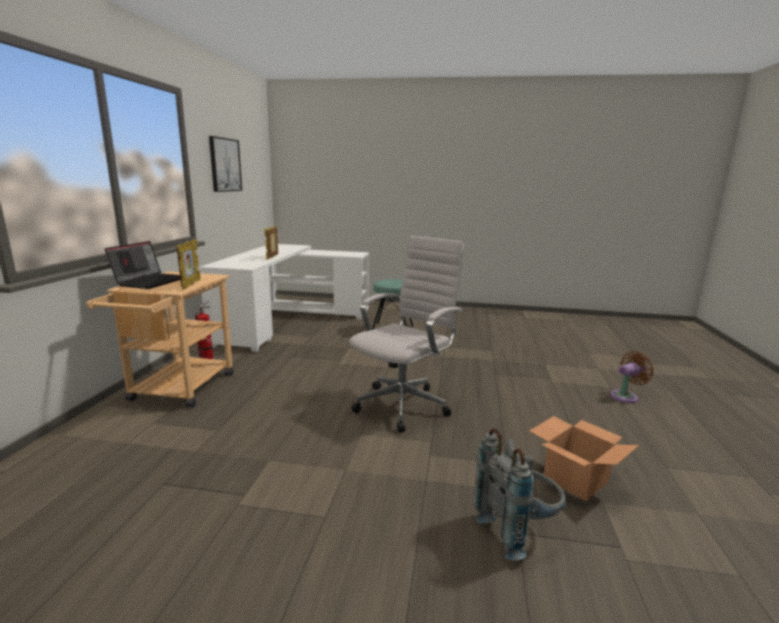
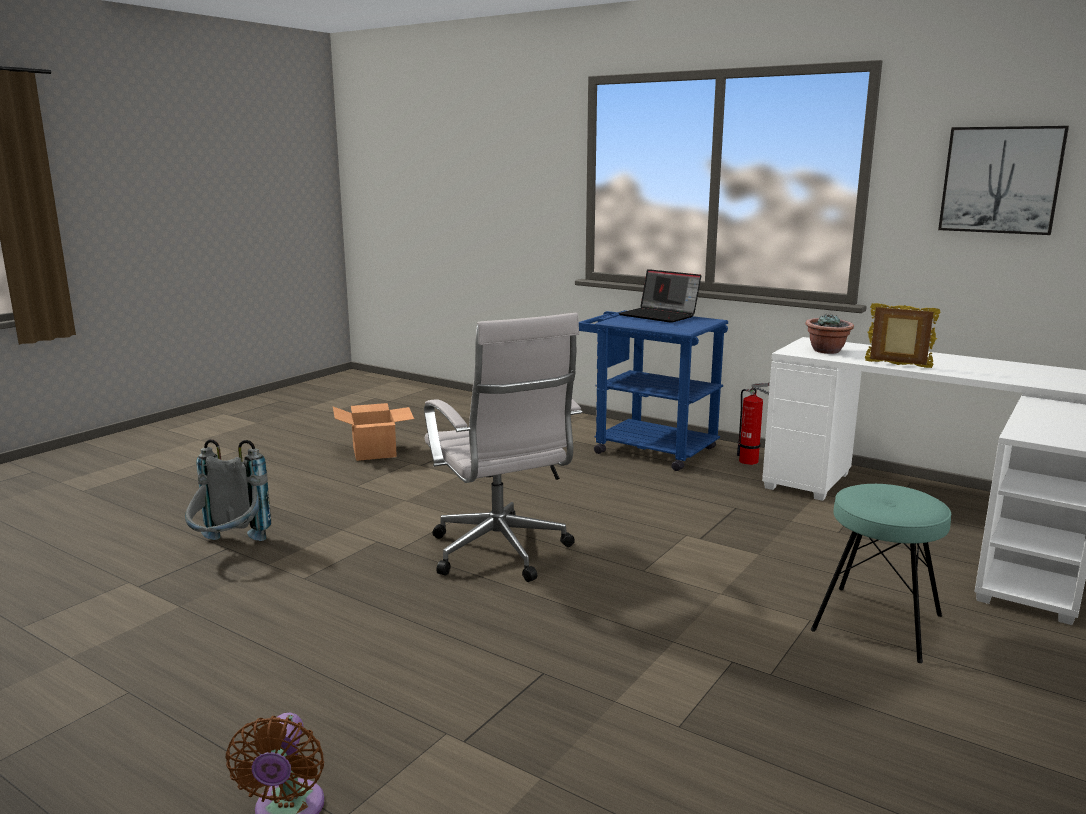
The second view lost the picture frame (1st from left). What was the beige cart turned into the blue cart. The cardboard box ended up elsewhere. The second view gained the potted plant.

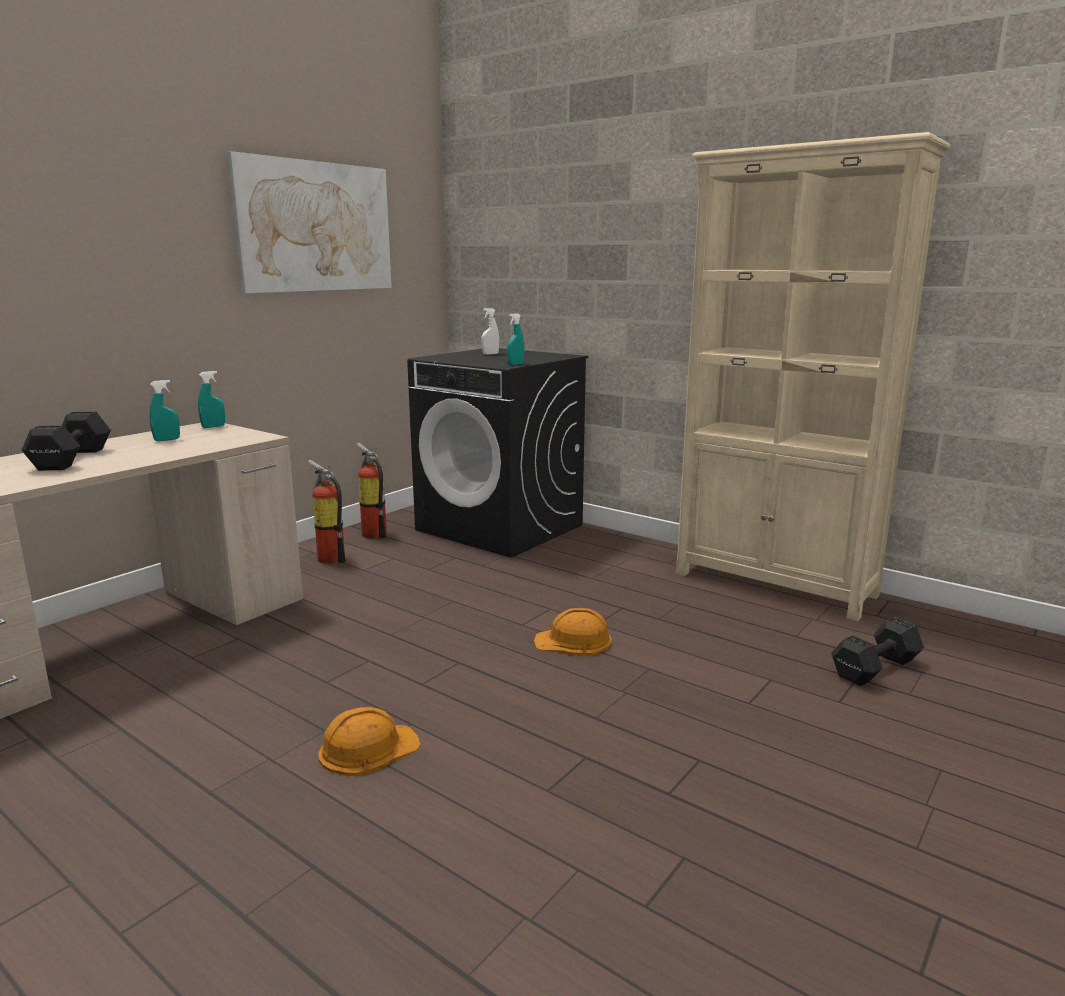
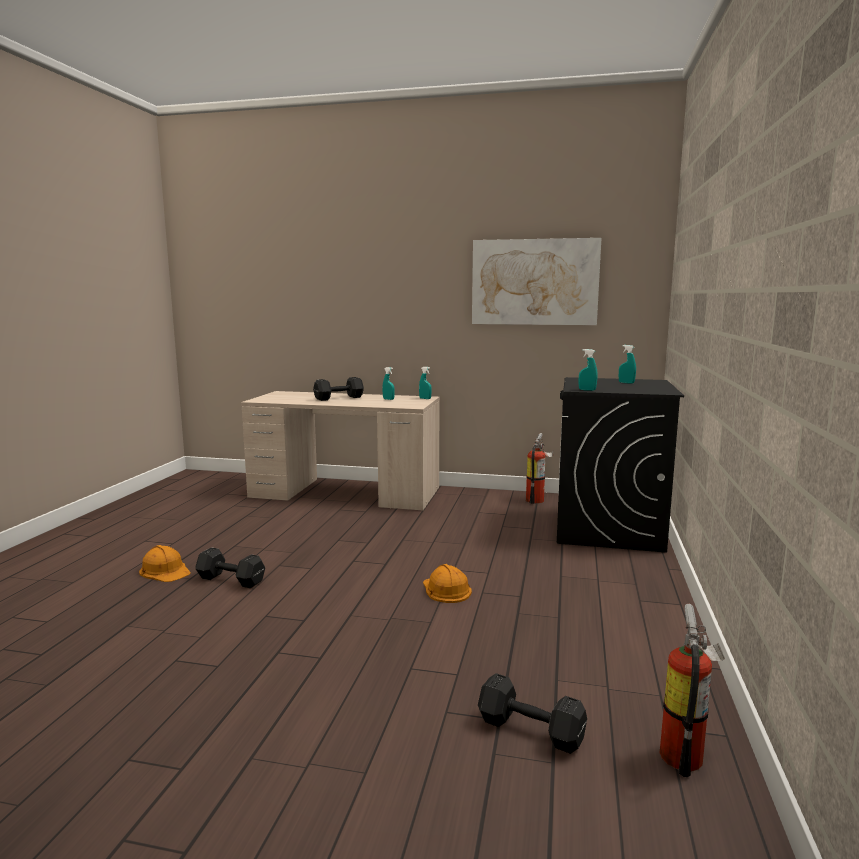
The second view lost the beige bookcase. What was the white spray bottle turned into the turquoise spray bottle (4th from left). The fire extinguisher (1st from left in the first image) ended up elsewhere. The orange hard hat (1st from left) ended up elsewhere. The second view gained the black dumbbell (1st from left).

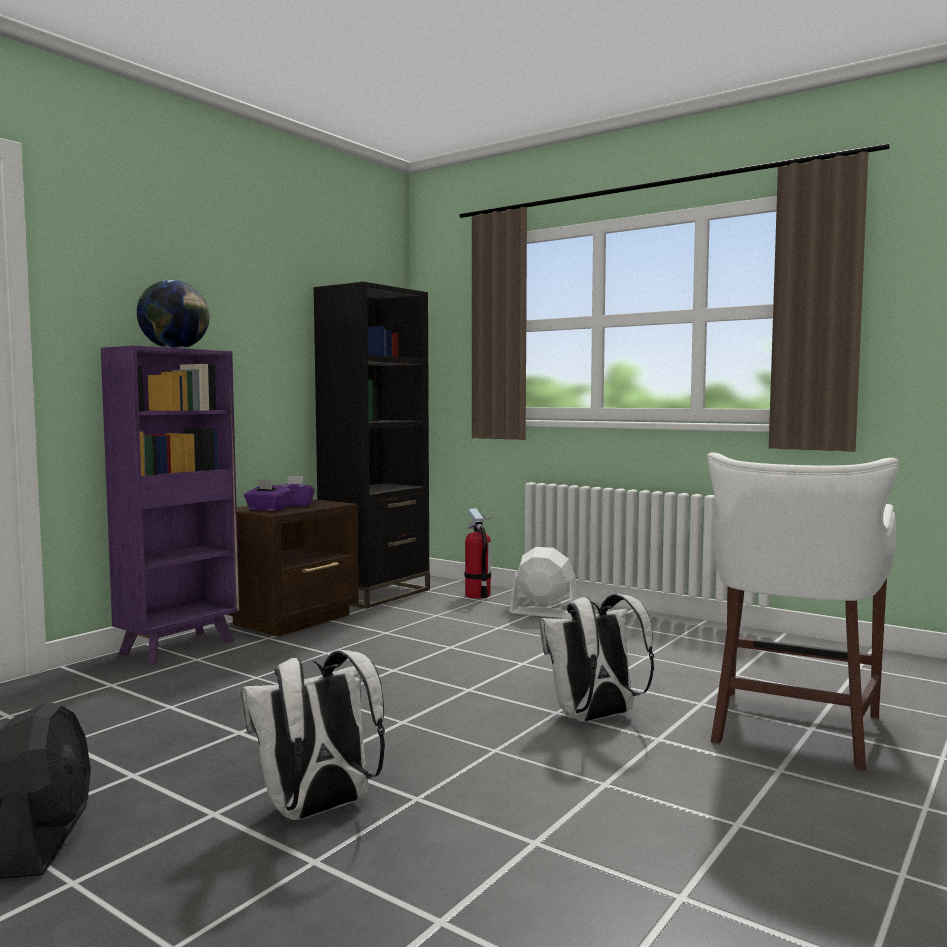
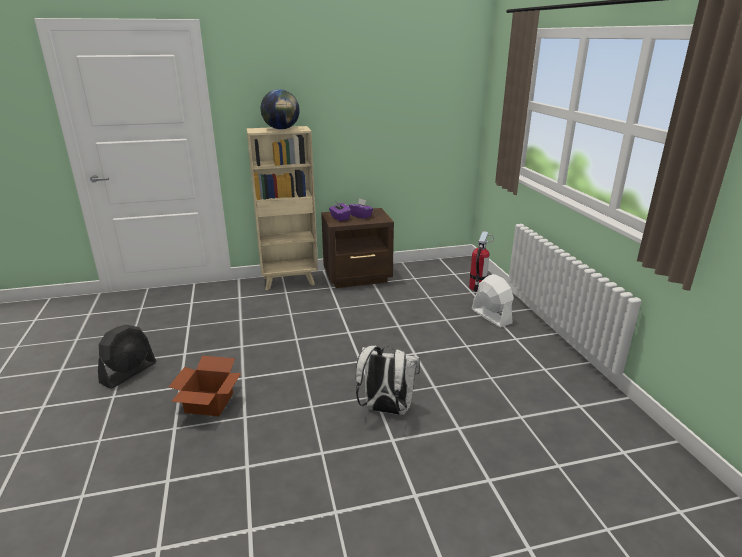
The second view lost the black bookcase. What was the purple bookcase turned into the beige bookcase. The second view lost the white stool. Where the white backpack (1st from left) stood, the cardboard box came to stand.

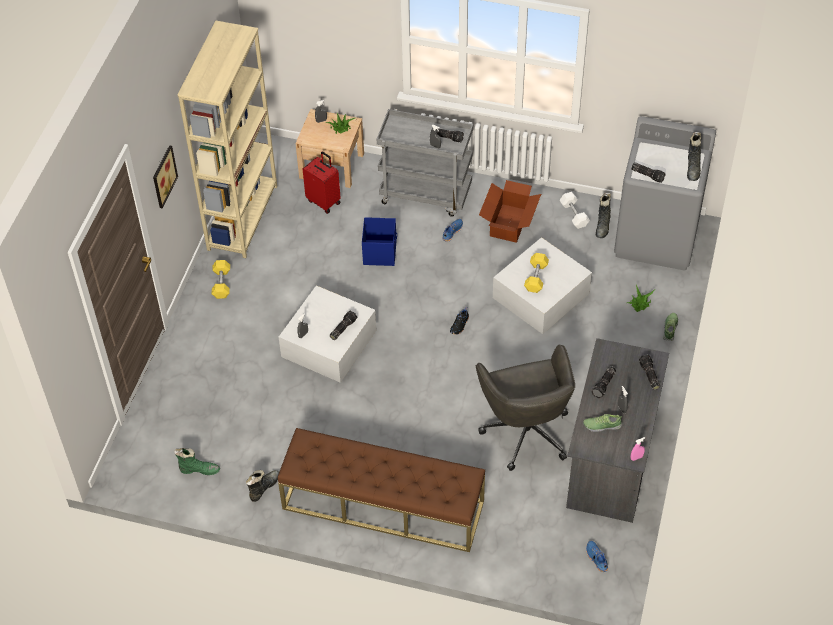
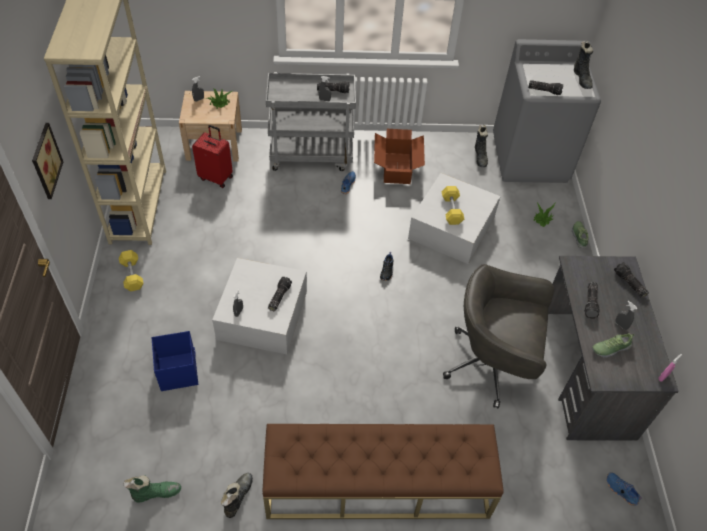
The second view lost the white dumbbell. The blue storage box ended up elsewhere. The grey office chair ended up facing another way, 135 degrees clockwise from before.

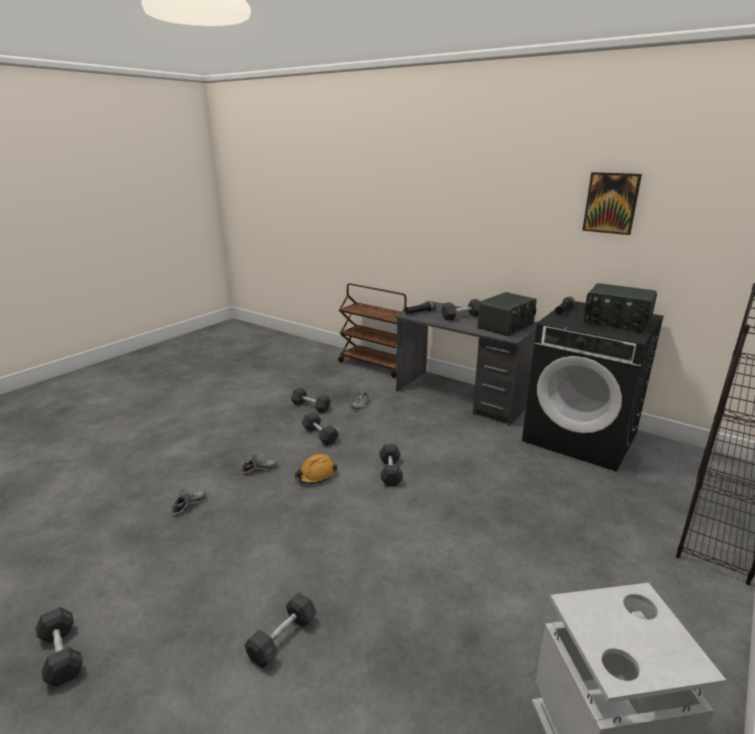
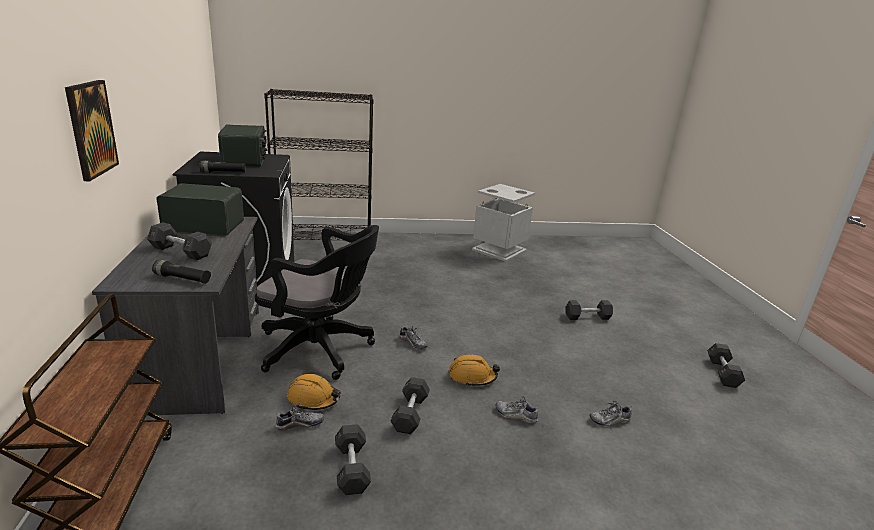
The picture ended up elsewhere. Where the grey dumbbell (5th from left) stood, the shoe (2nd from left) came to stand. The second view gained the black office chair. The second view gained the orange hard hat (1st from left).

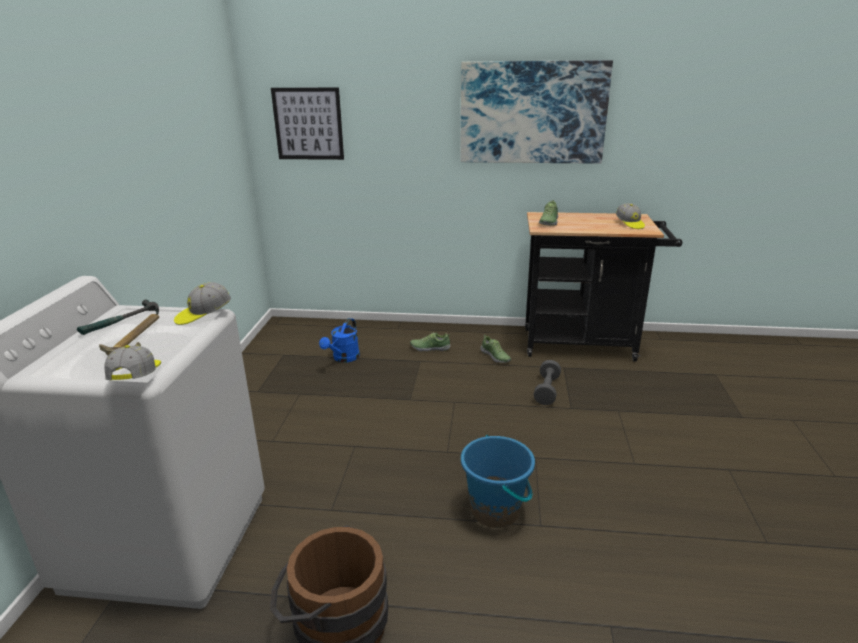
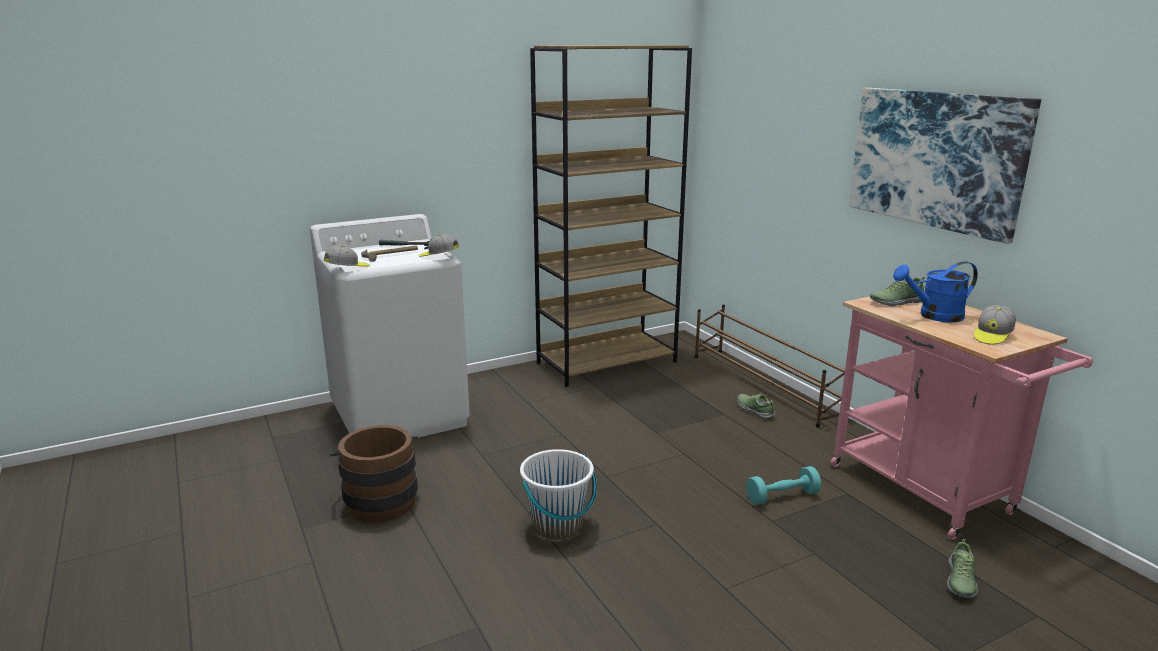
The second view lost the picture (1st from left). What was the black cart turned into the pink cart. The blue watering can ended up elsewhere. The shoe (2nd from left in the first image) ended up elsewhere. What was the grey dumbbell turned into the turquoise dumbbell. What was the blue bucket turned into the white bucket. The second view gained the brown bookcase. The second view gained the brown shoe rack.

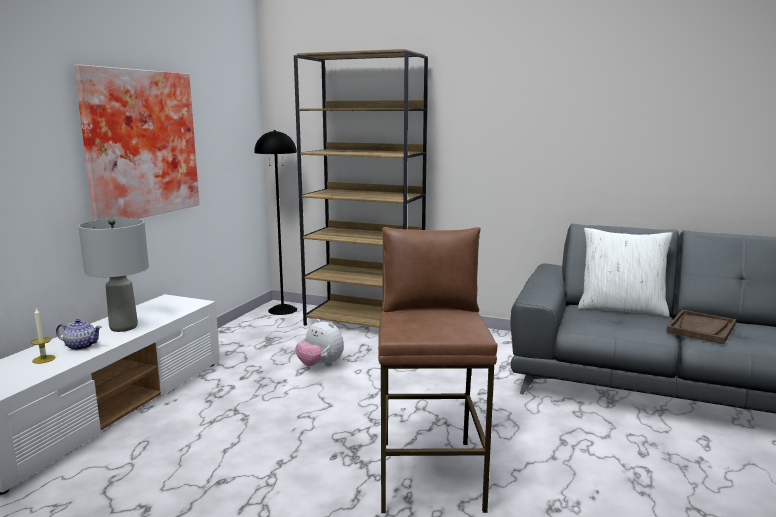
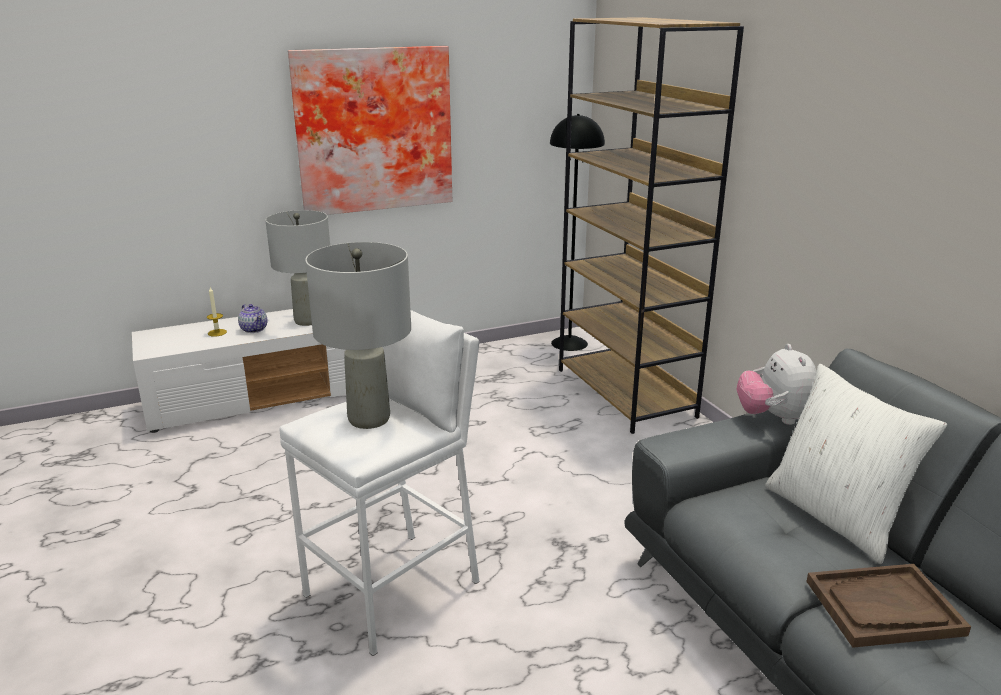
What was the brown stool turned into the white stool. The plush toy ended up elsewhere. The second view gained the grey table lamp (2nd from left).

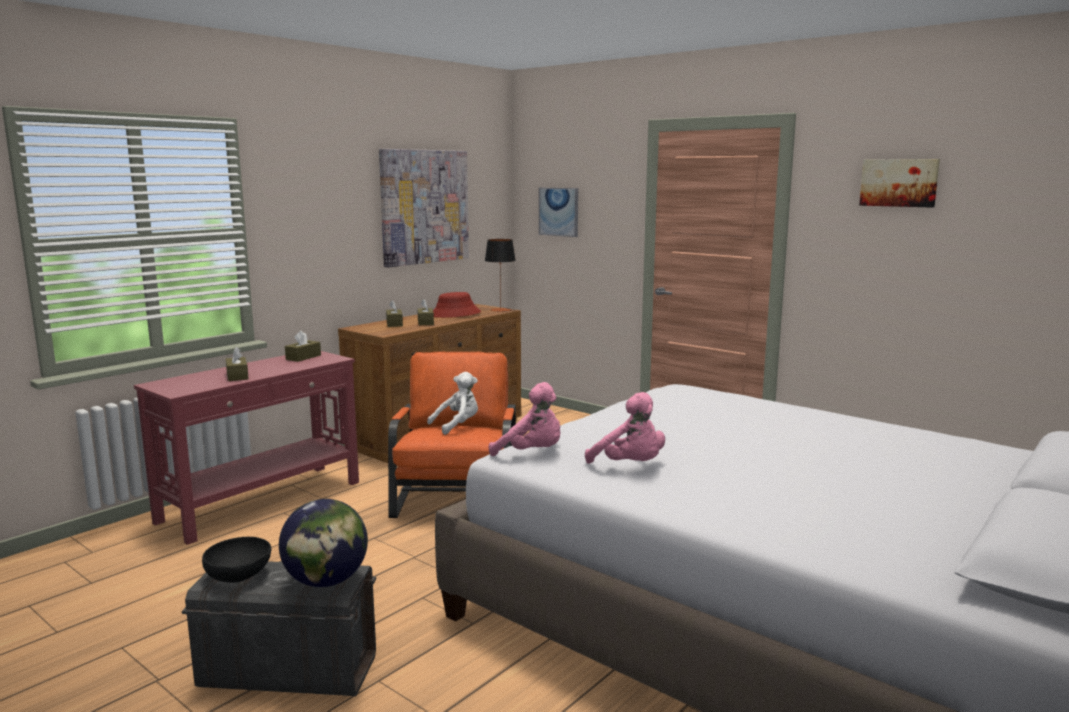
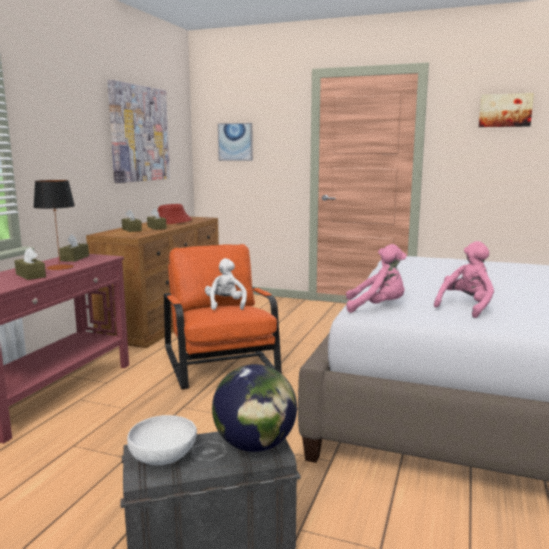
The table lamp ended up elsewhere. The white plush toy ended up facing another way, 45 degrees counterclockwise from before. The pink plush toy (2nd from left) ended up facing another way, 75 degrees counterclockwise from before. What was the black bowl turned into the white bowl.

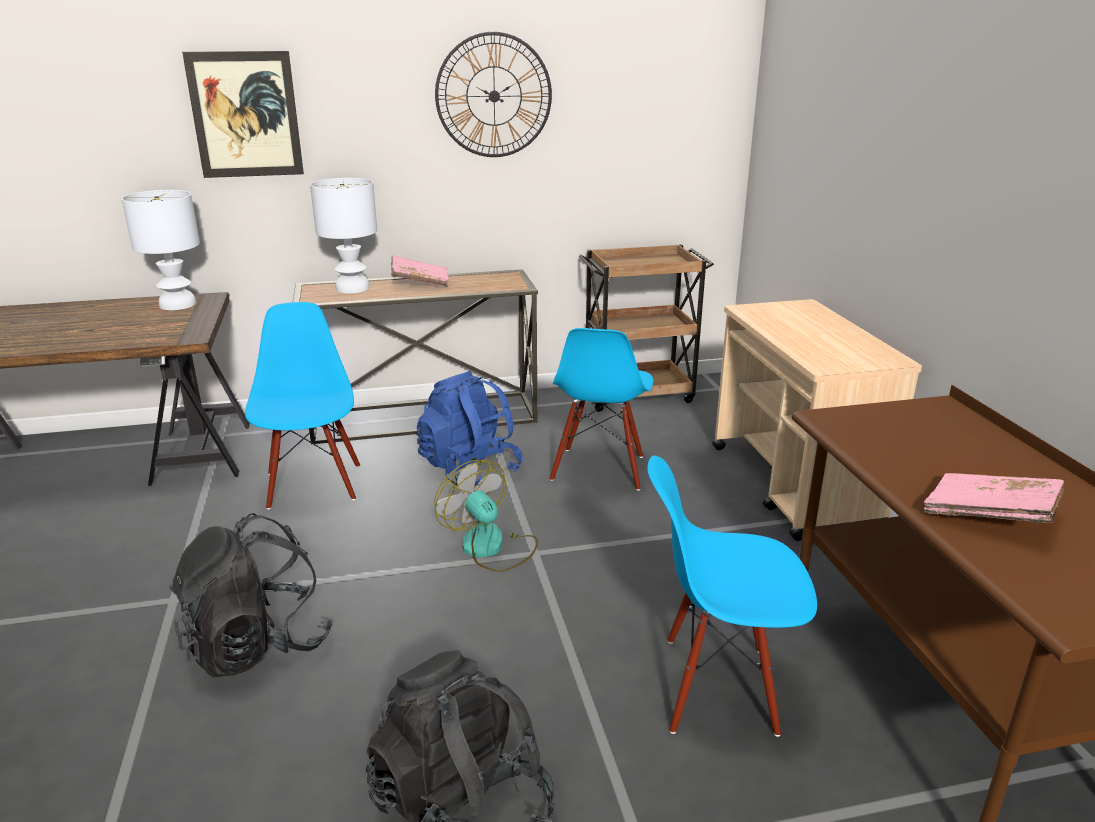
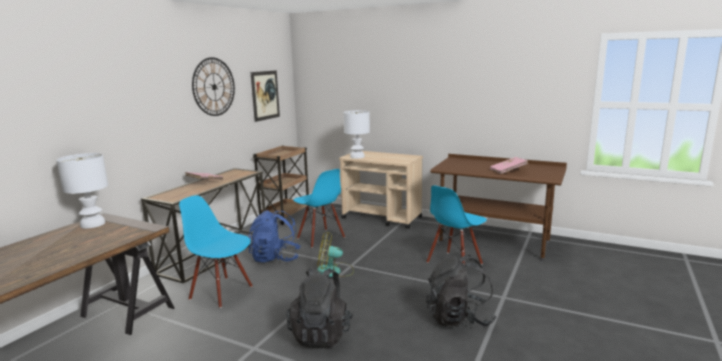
The picture ended up elsewhere. The white table lamp (2nd from left) ended up elsewhere.

